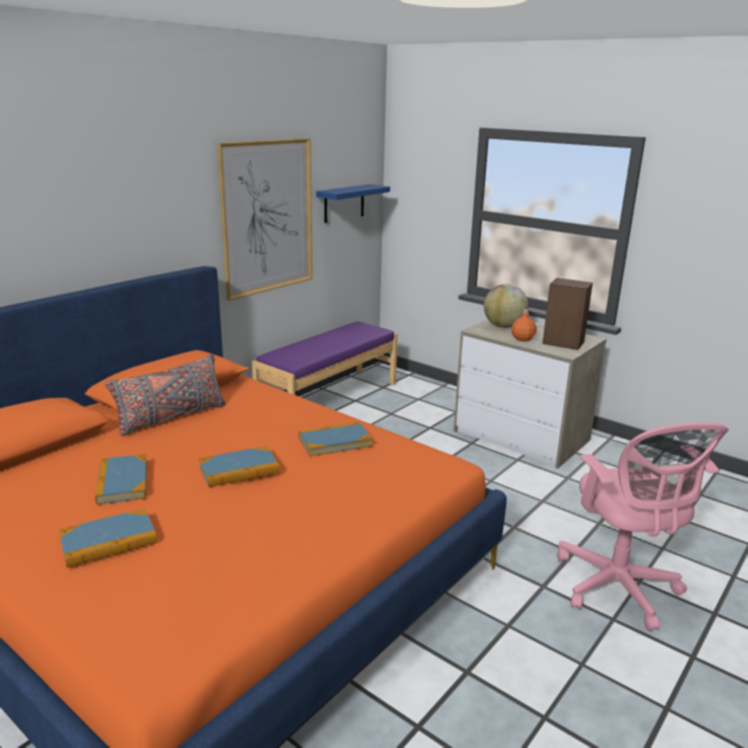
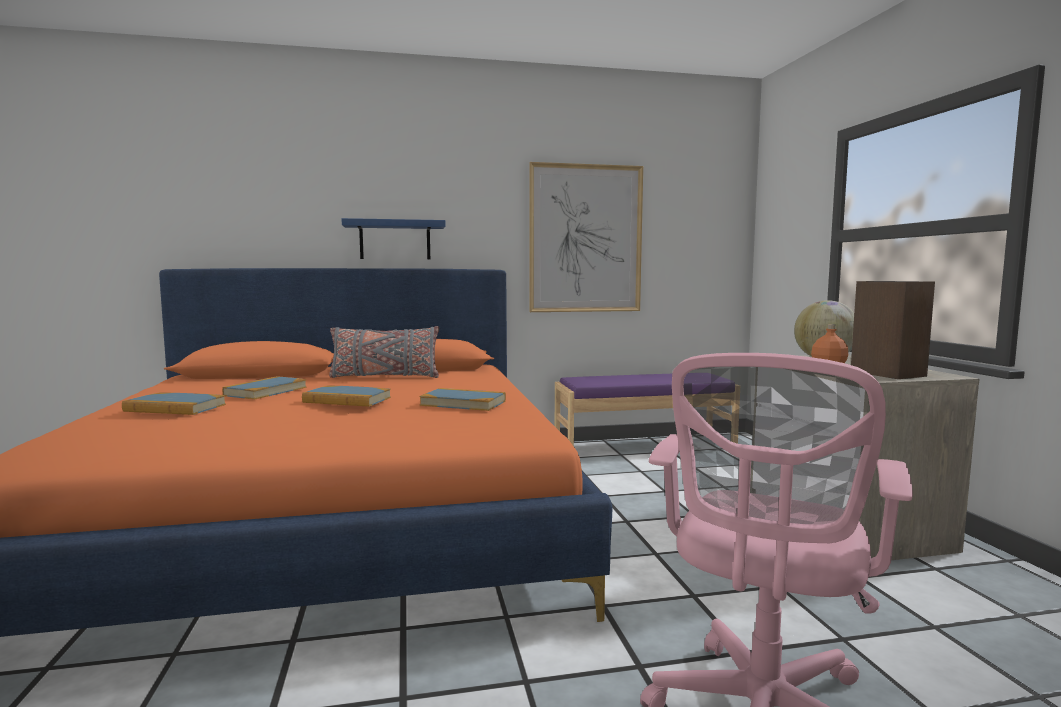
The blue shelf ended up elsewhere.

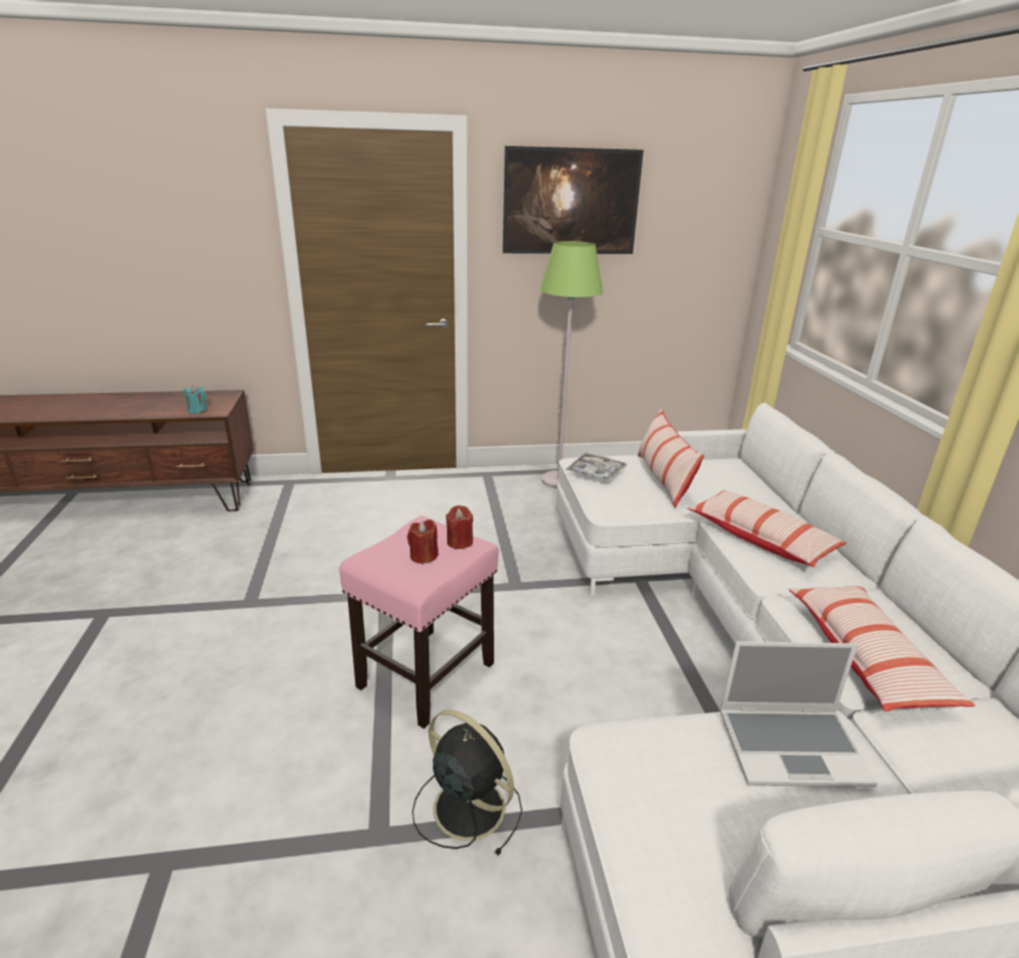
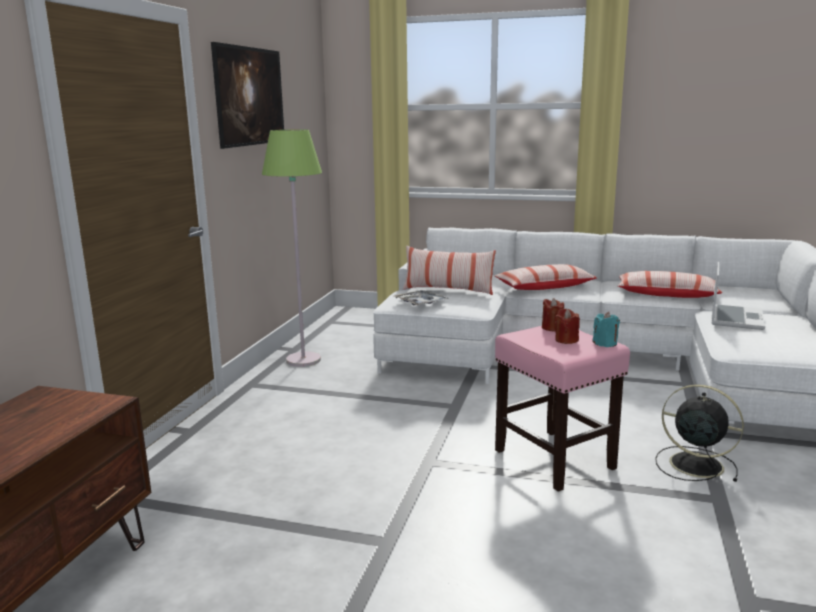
The turquoise candle ended up elsewhere. The black fan ended up facing another way, 60 degrees clockwise from before.

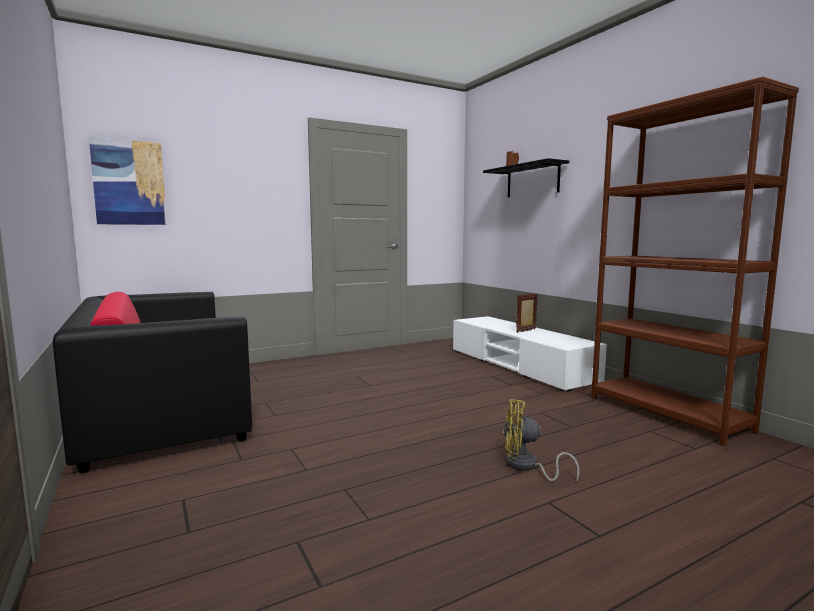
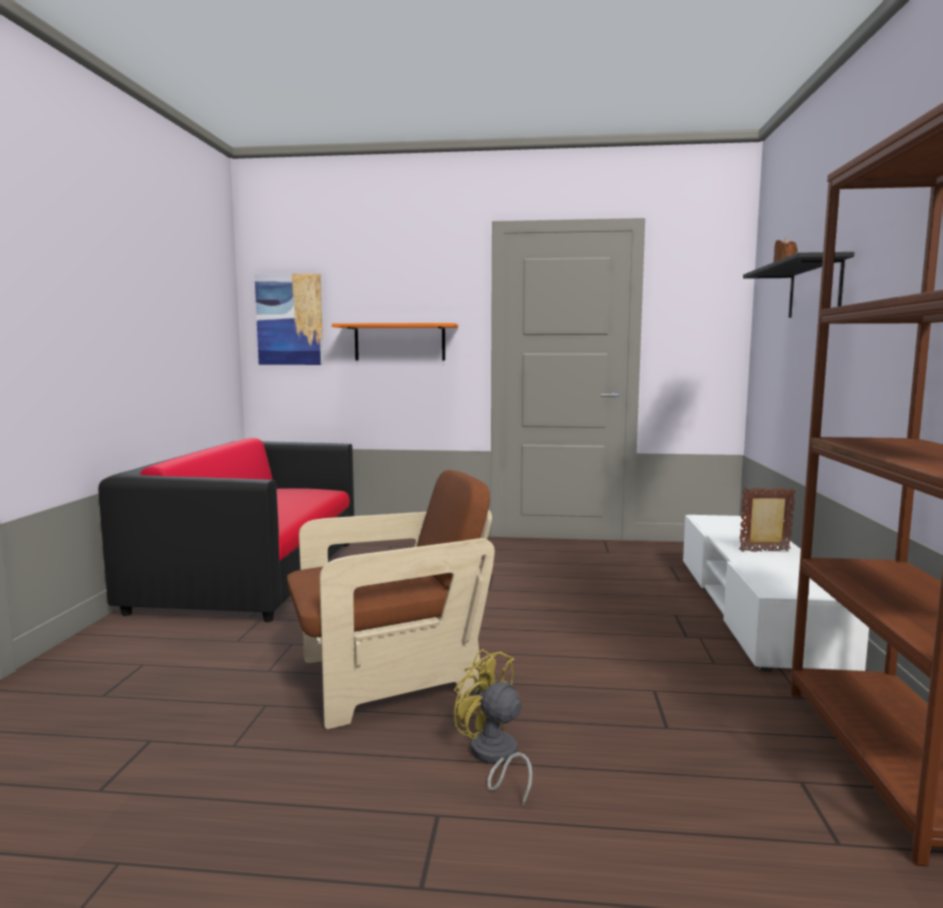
The second view gained the orange shelf. The second view gained the brown armchair.

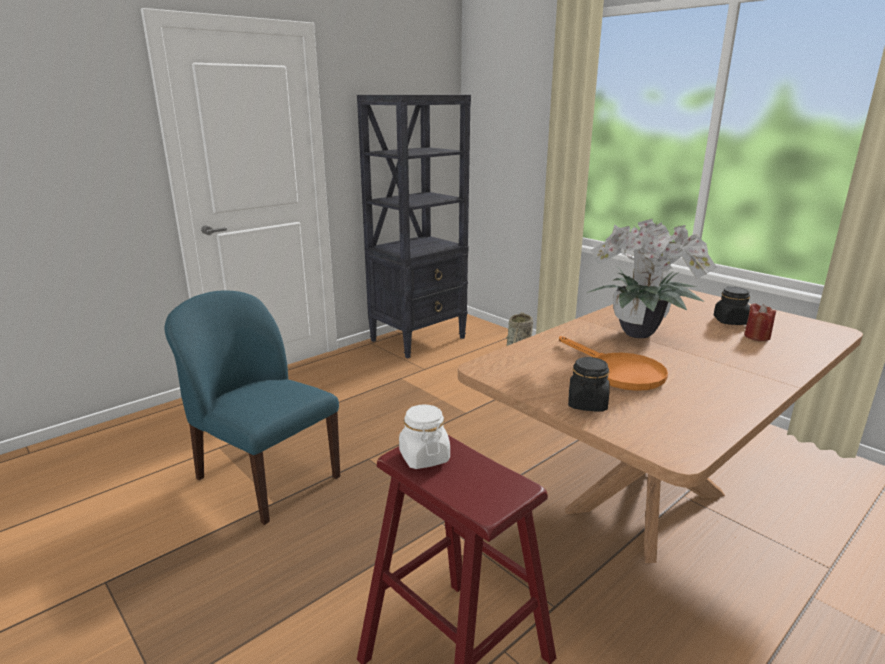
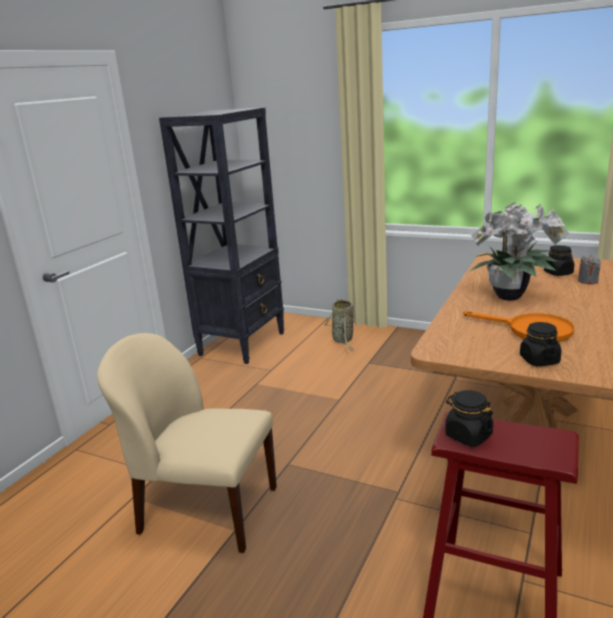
What was the blue chair turned into the beige chair. What was the red candle turned into the grey candle. What was the white jar turned into the black jar (1st from left).

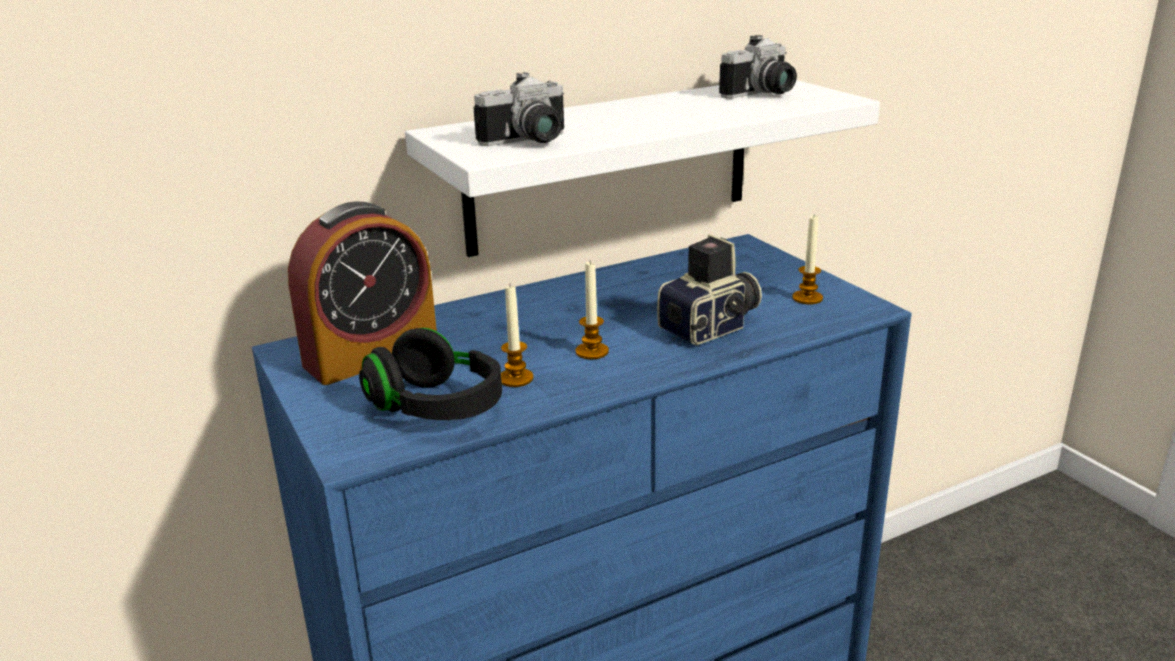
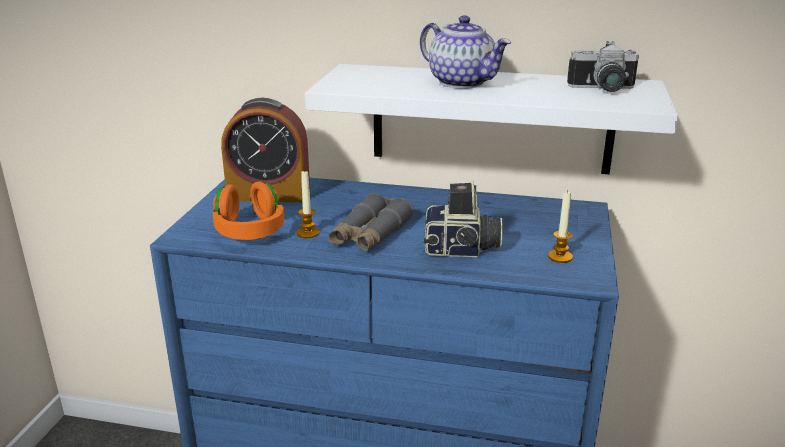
The second view lost the photo camera (1st from left). Where the candle (2nd from left) stood, the grey binoculars came to stand. What was the black headphones turned into the orange headphones. The second view gained the teapot.

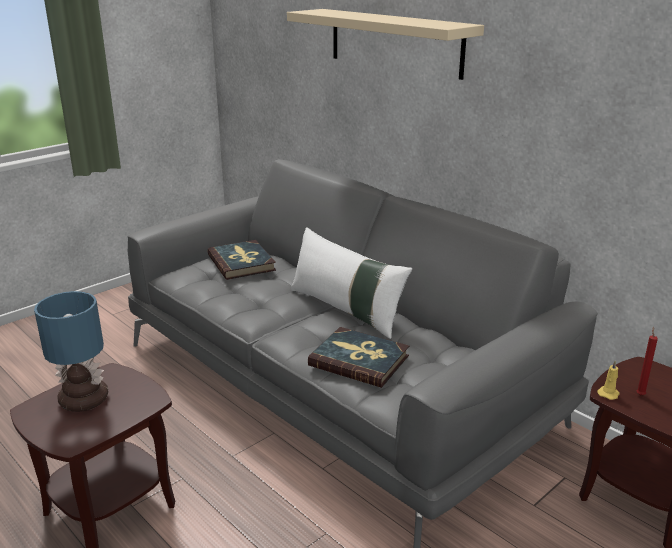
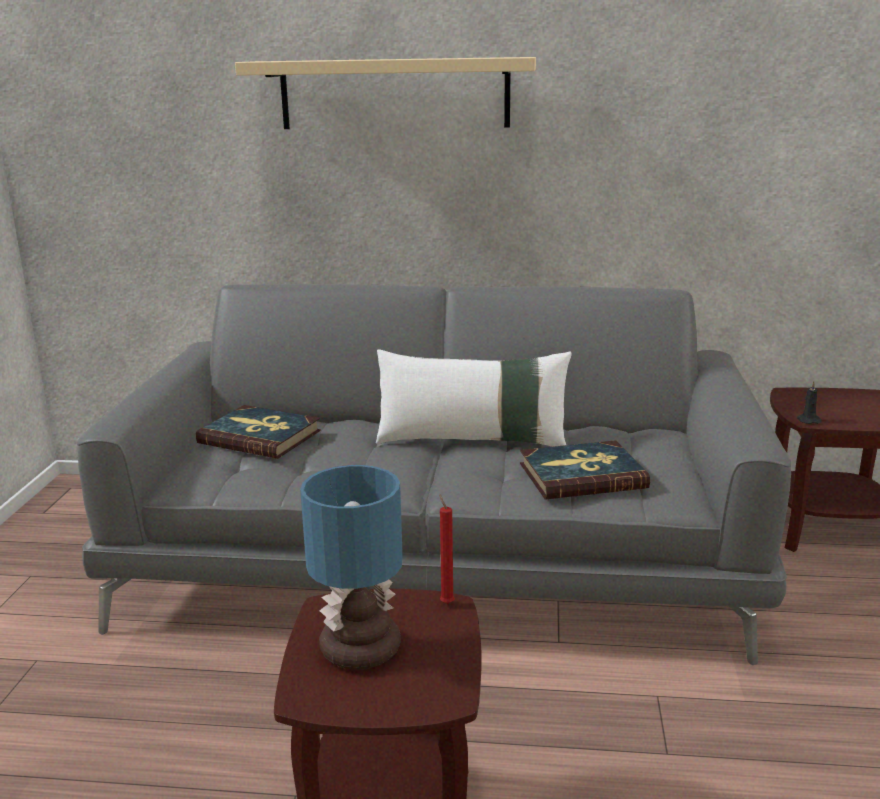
The red candle ended up elsewhere. What was the yellow candle turned into the black candle.

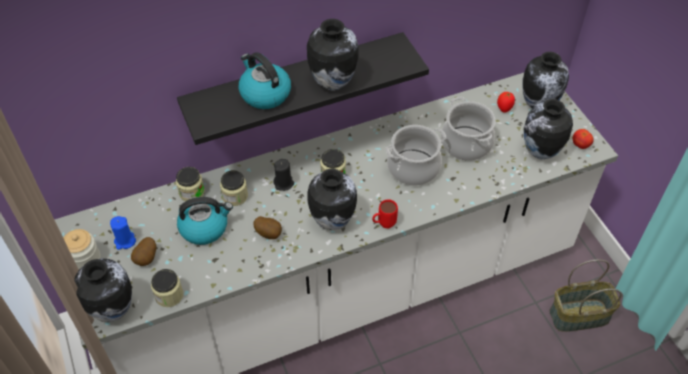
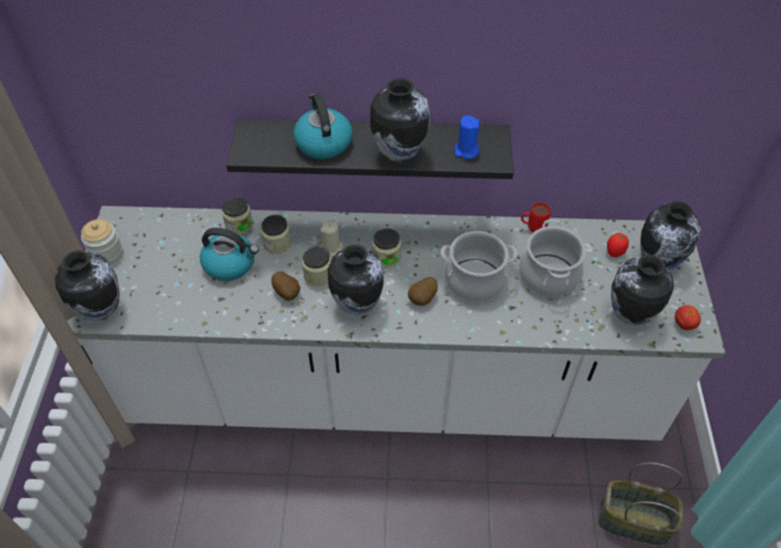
What was the black candle turned into the beige candle. The red mug ended up elsewhere. The blue candle ended up elsewhere. The potato (1st from left in the first image) ended up elsewhere. The jar (2nd from left in the first image) ended up elsewhere.

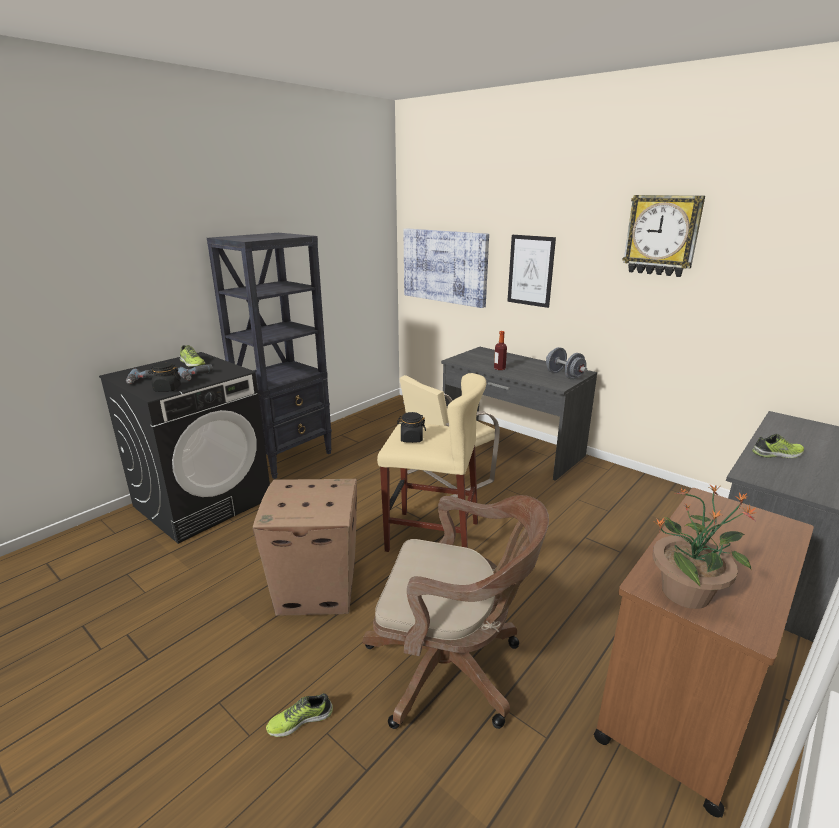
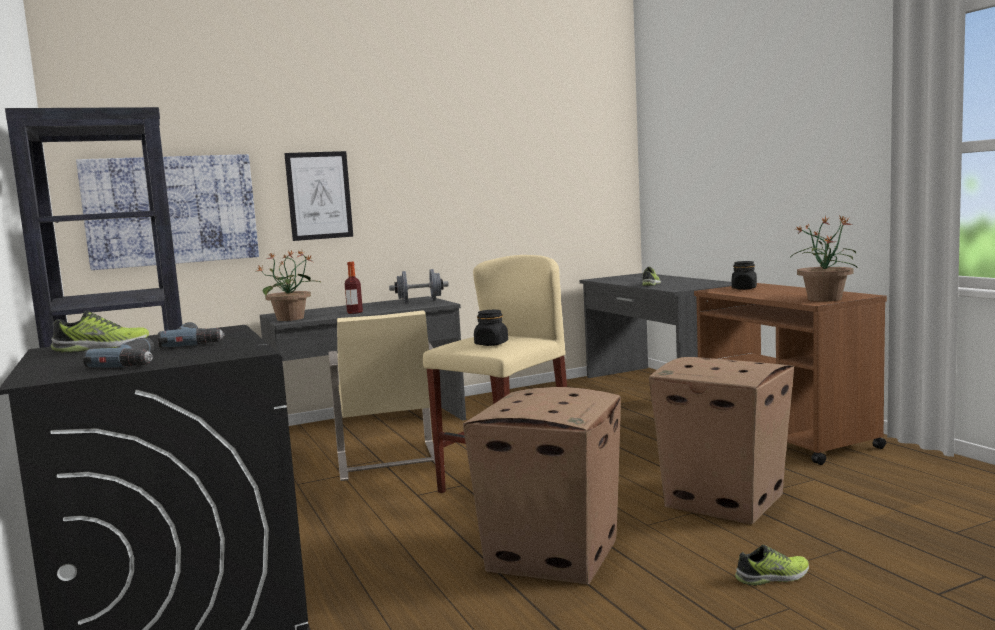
The second view lost the wall clock. The black jar (1st from left in the first image) ended up elsewhere. Where the brown office chair stood, the cardboard box (2nd from left) came to stand. The shoe (2nd from left in the first image) ended up facing another way, 105 degrees counterclockwise from before. The second view gained the potted plant (1st from left).

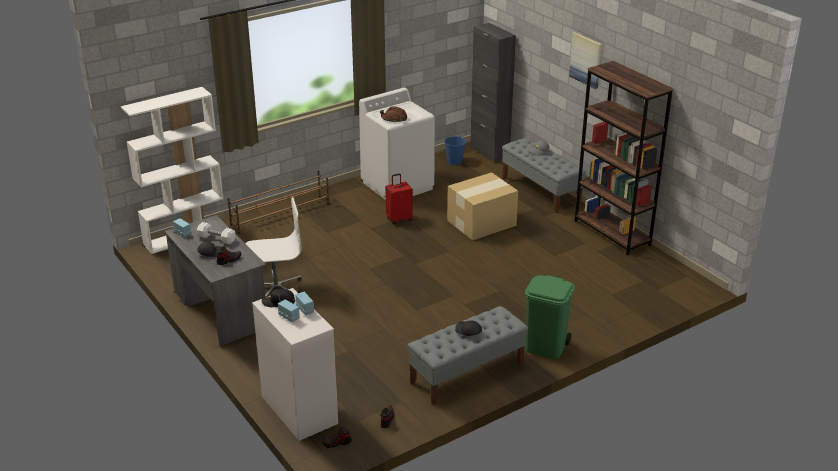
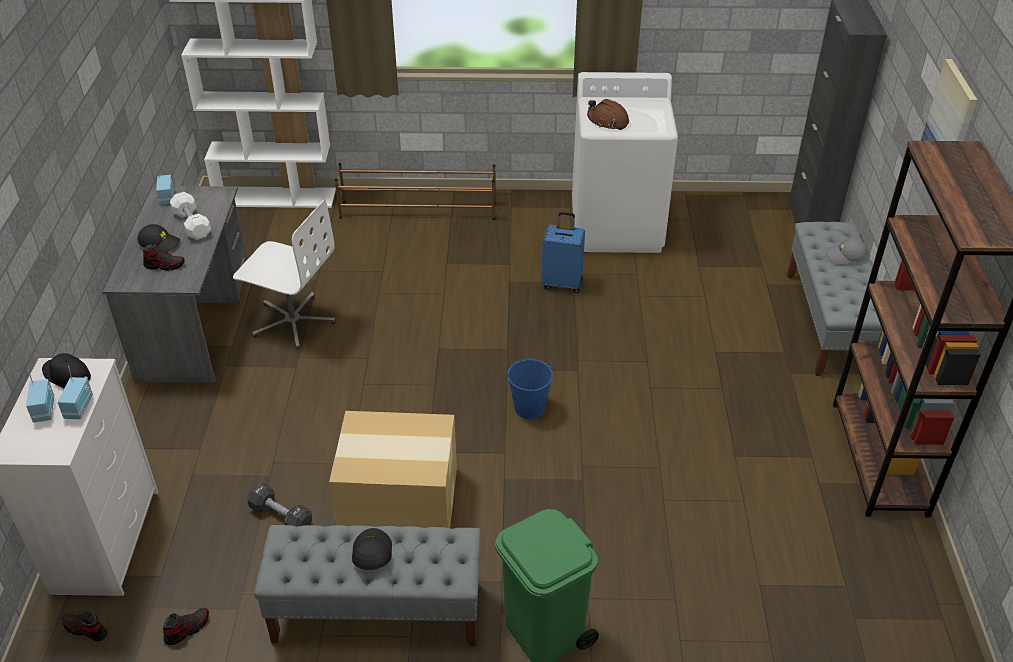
The blue bucket ended up elsewhere. The cardboard box ended up elsewhere. What was the red suitcase turned into the blue suitcase. The second view gained the black dumbbell.

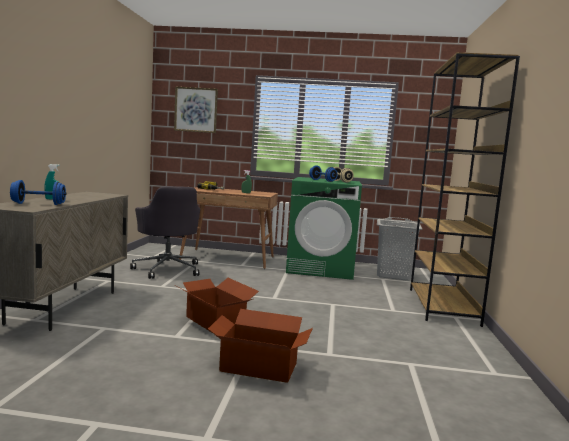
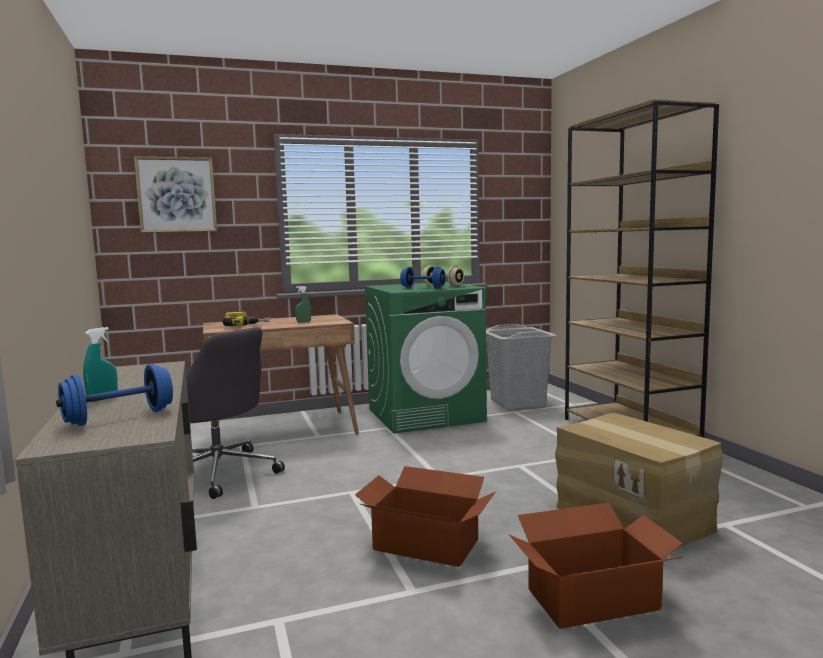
The second view gained the cardboard box (3rd from left).

